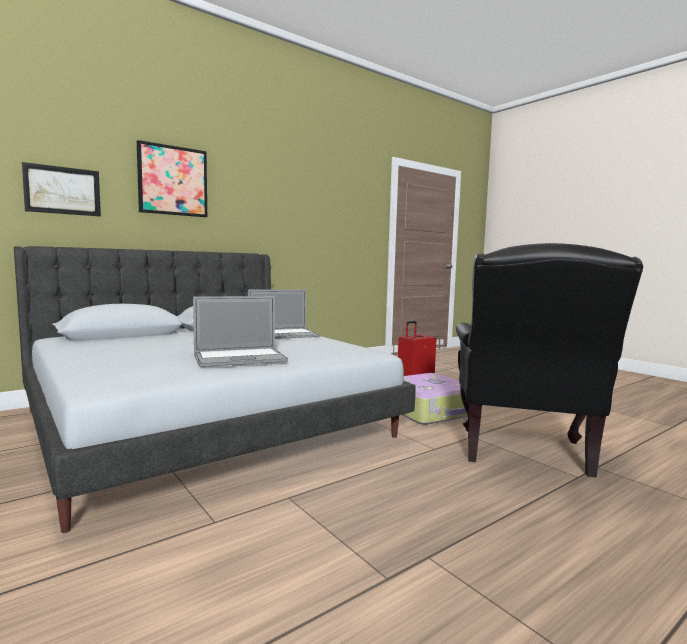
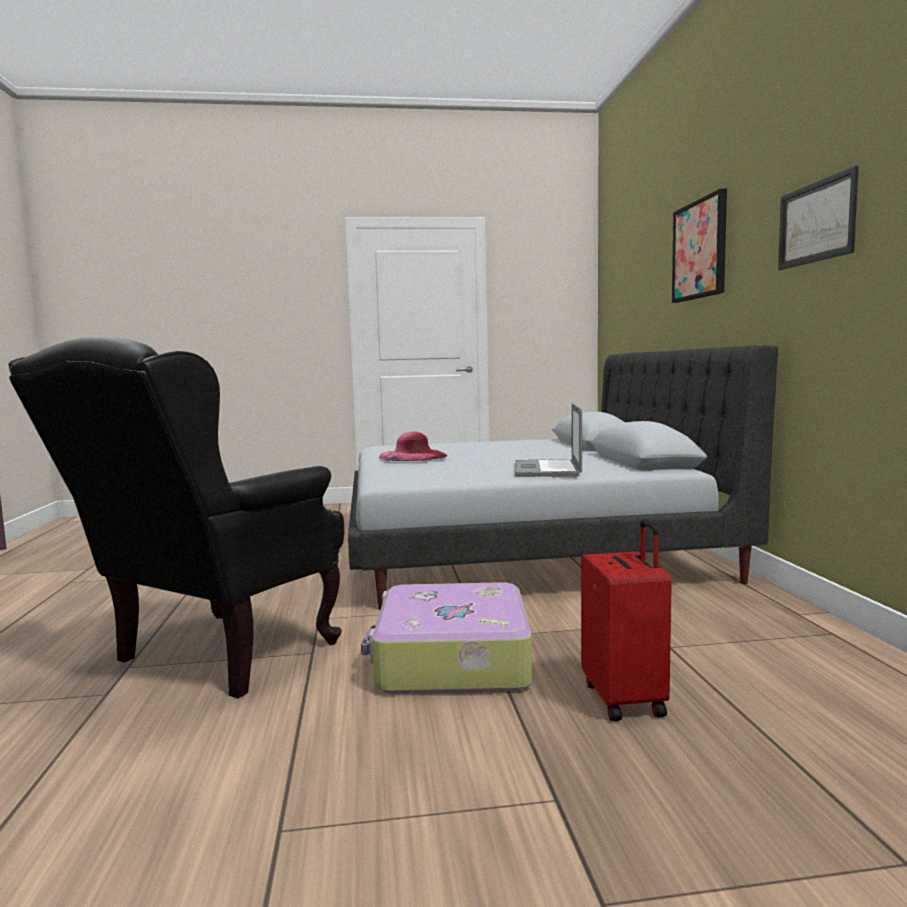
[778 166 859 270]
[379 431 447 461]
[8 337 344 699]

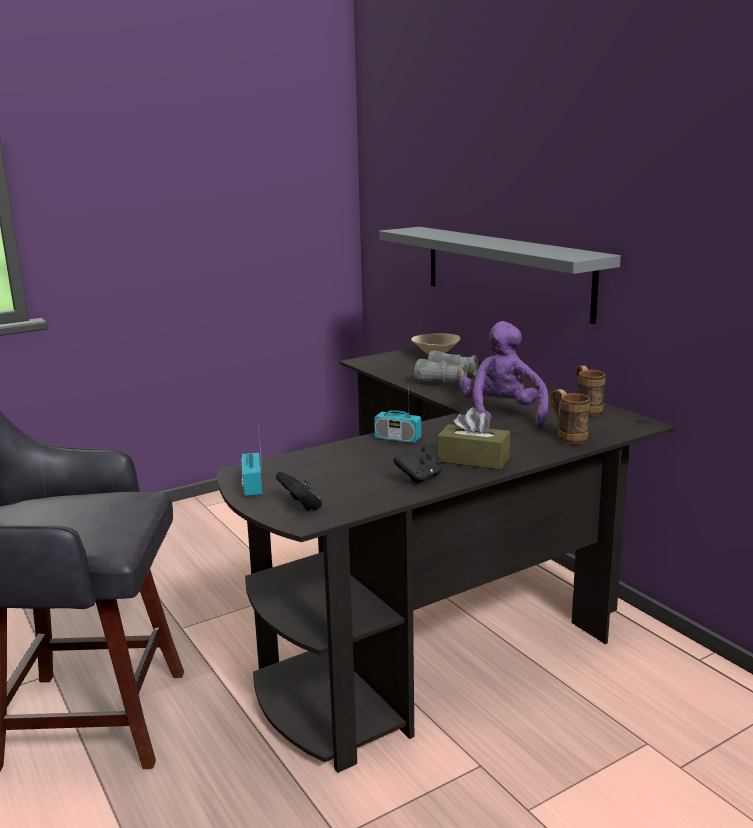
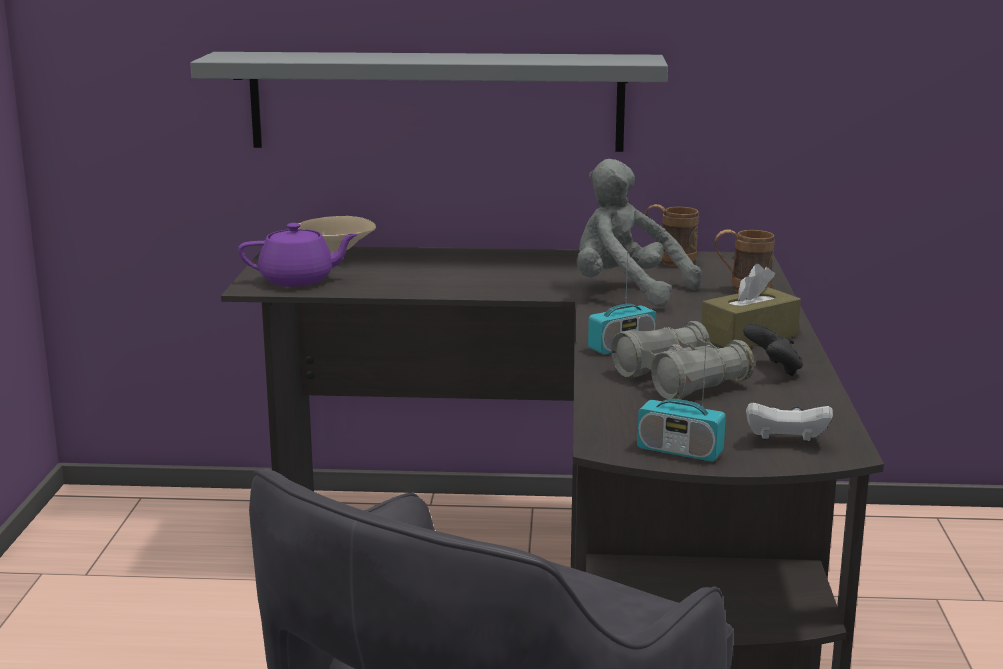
[238 223 358 287]
[611 321 754 399]
[746 402 833 442]
[577 159 701 306]

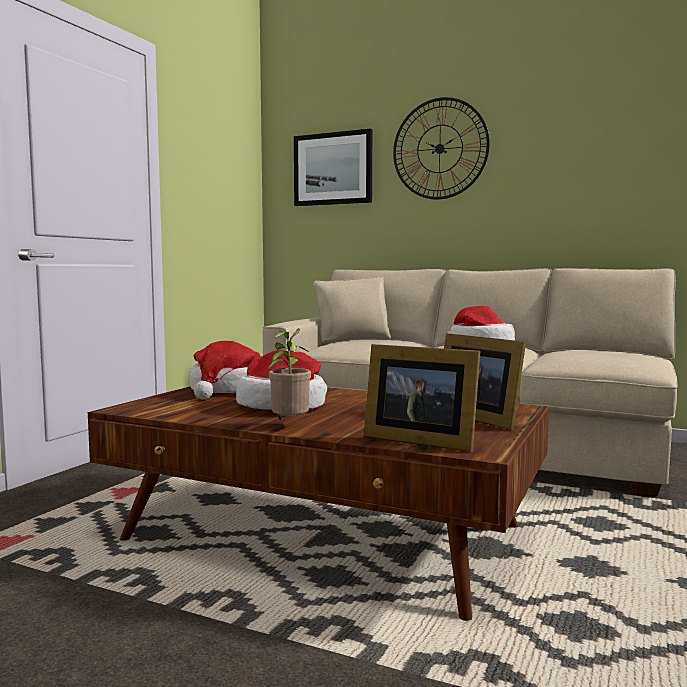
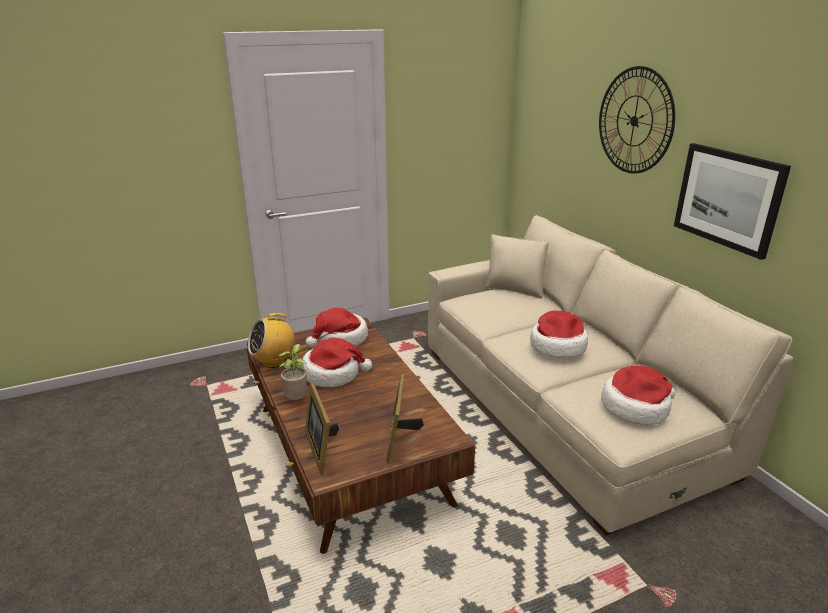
[248 313 295 368]
[601 366 676 425]
[674 143 791 260]

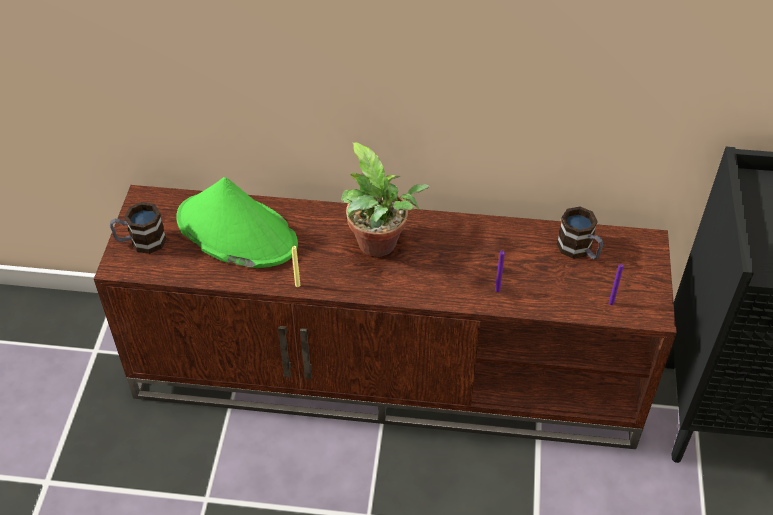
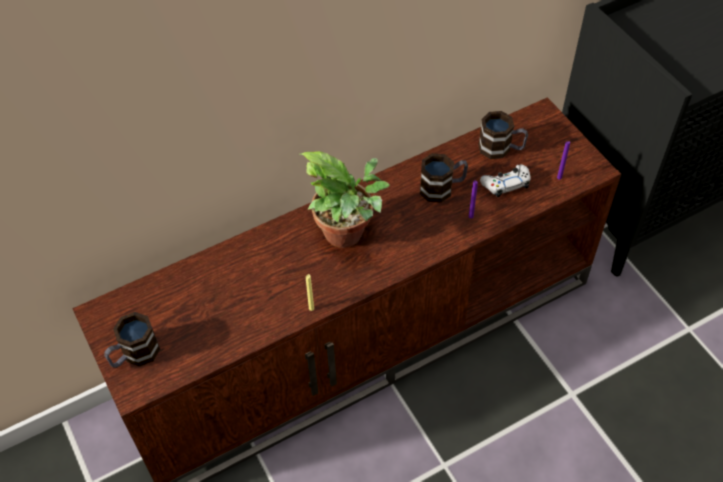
[176 177 298 268] (first image)
[420 153 468 203]
[480 164 530 197]

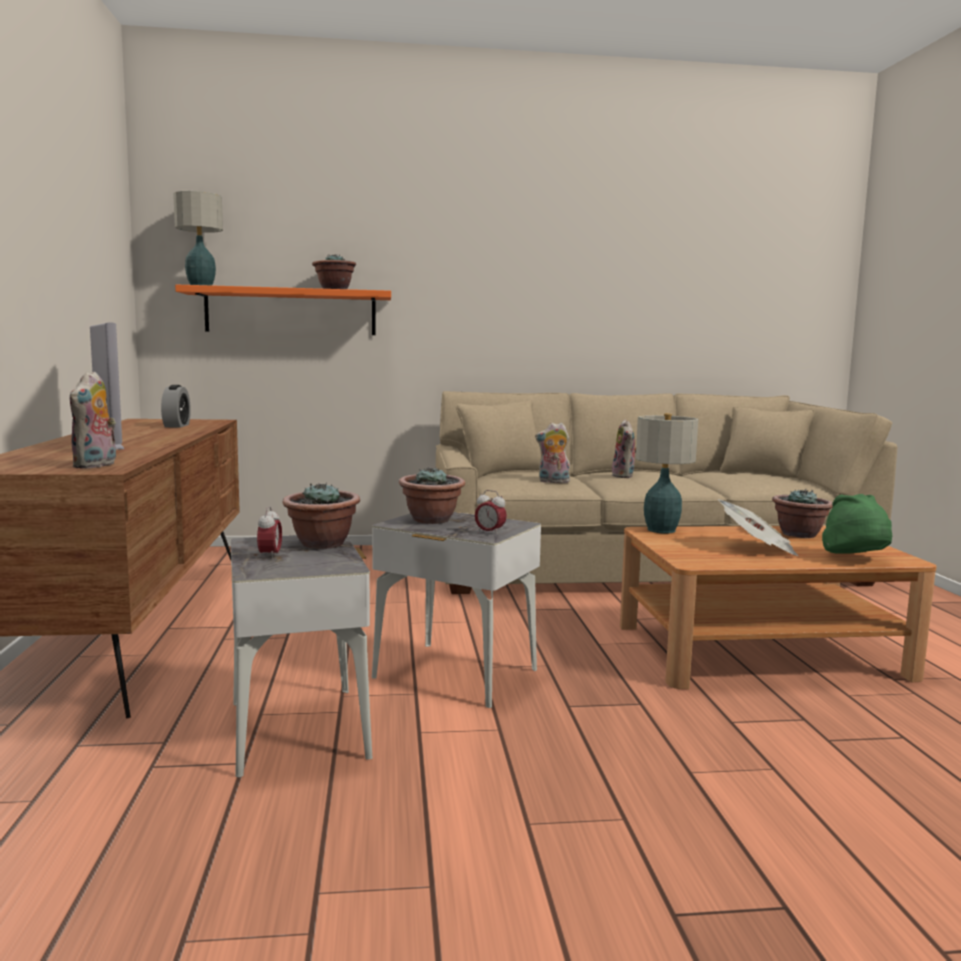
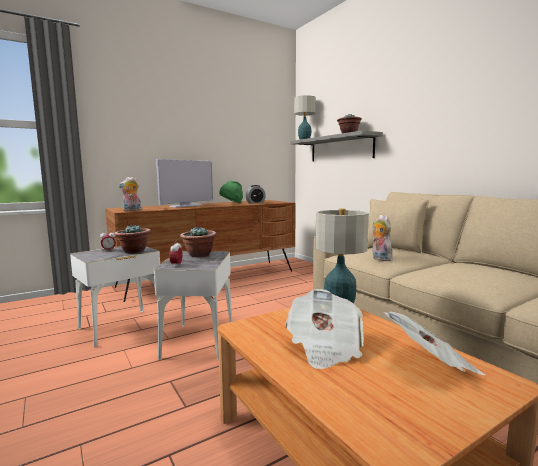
[612 419 636 478] (first image)
[219 181 243 203]
[383 311 485 375]
[290 130 383 162]

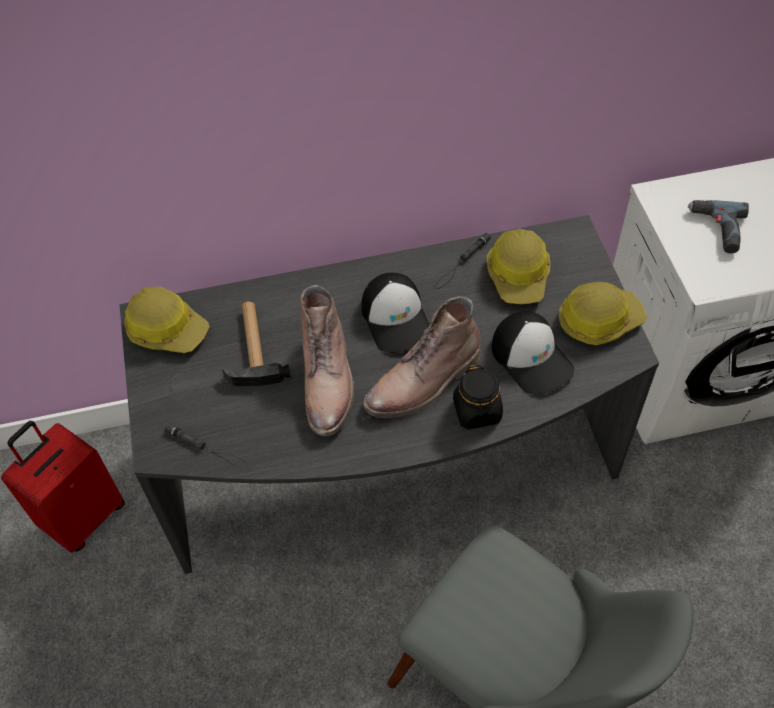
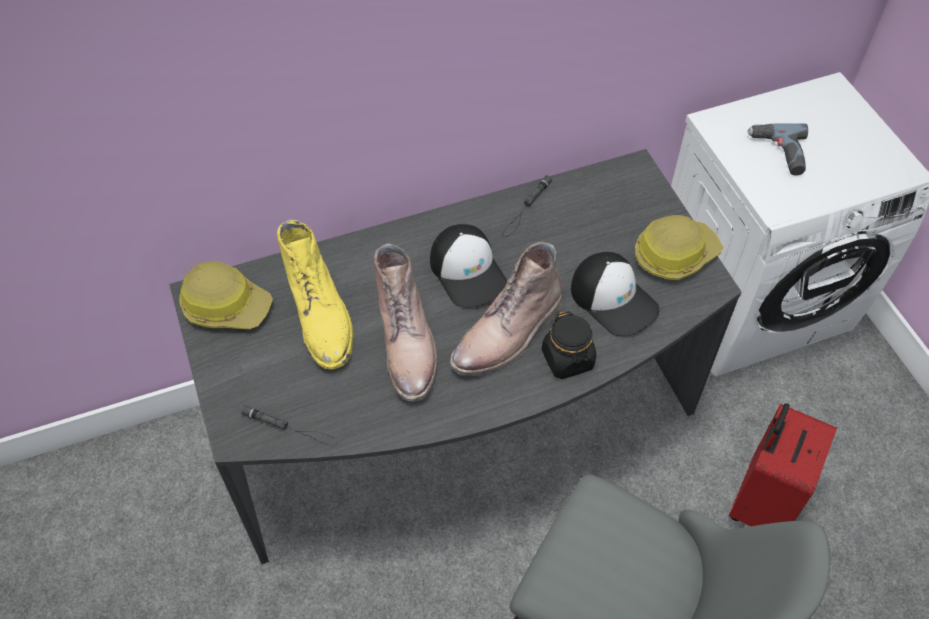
[486 229 550 304] (first image)
[729 403 837 526]
[277 219 353 370]

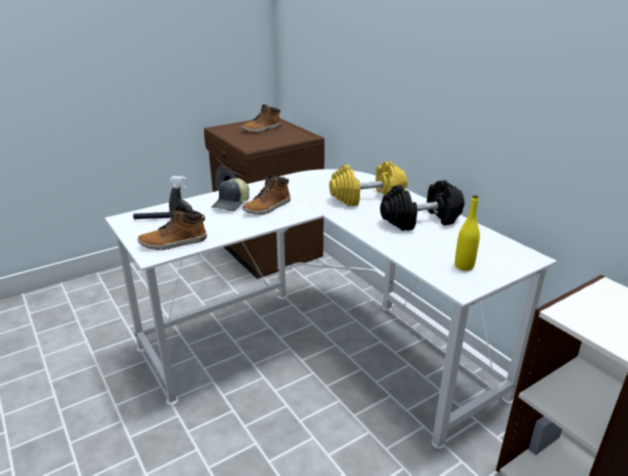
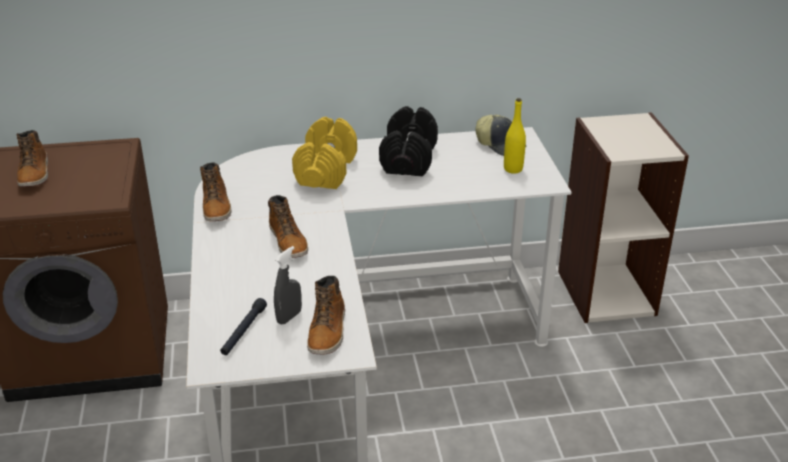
[200 162 232 221]
[475 115 527 156]

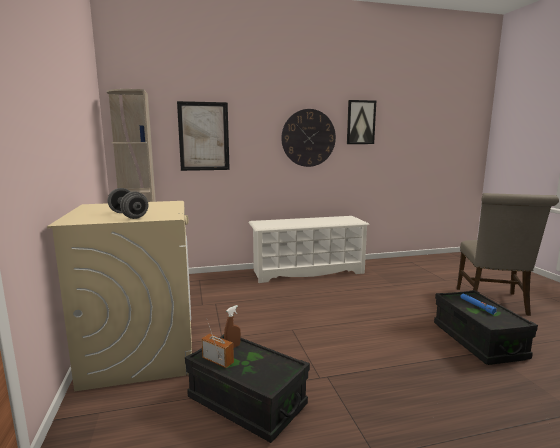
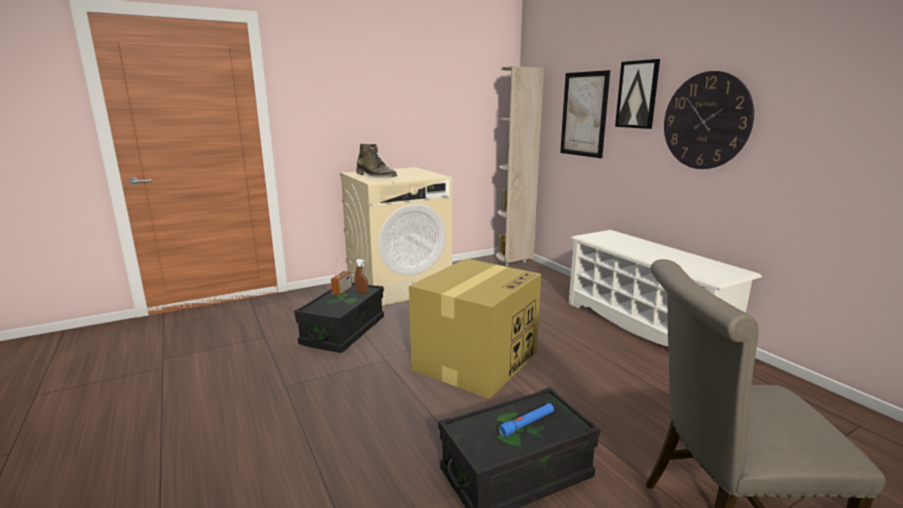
[409 258 541 399]
[615 59 660 129]
[356 144 397 177]

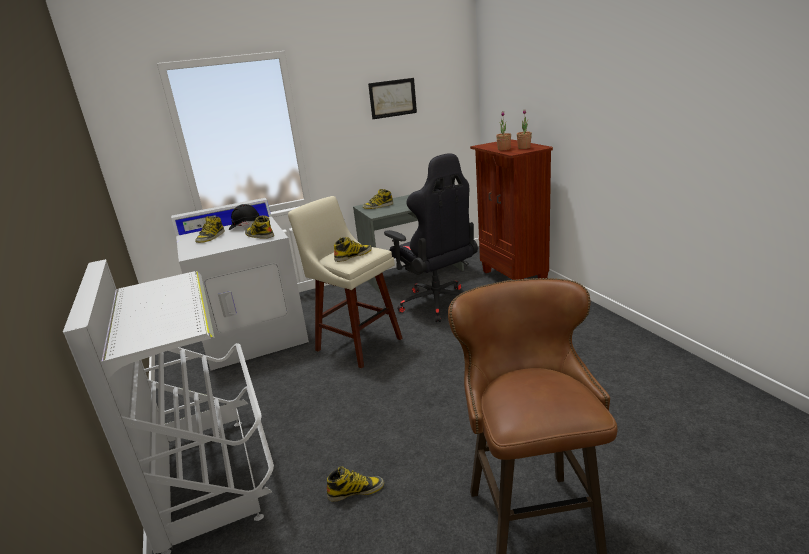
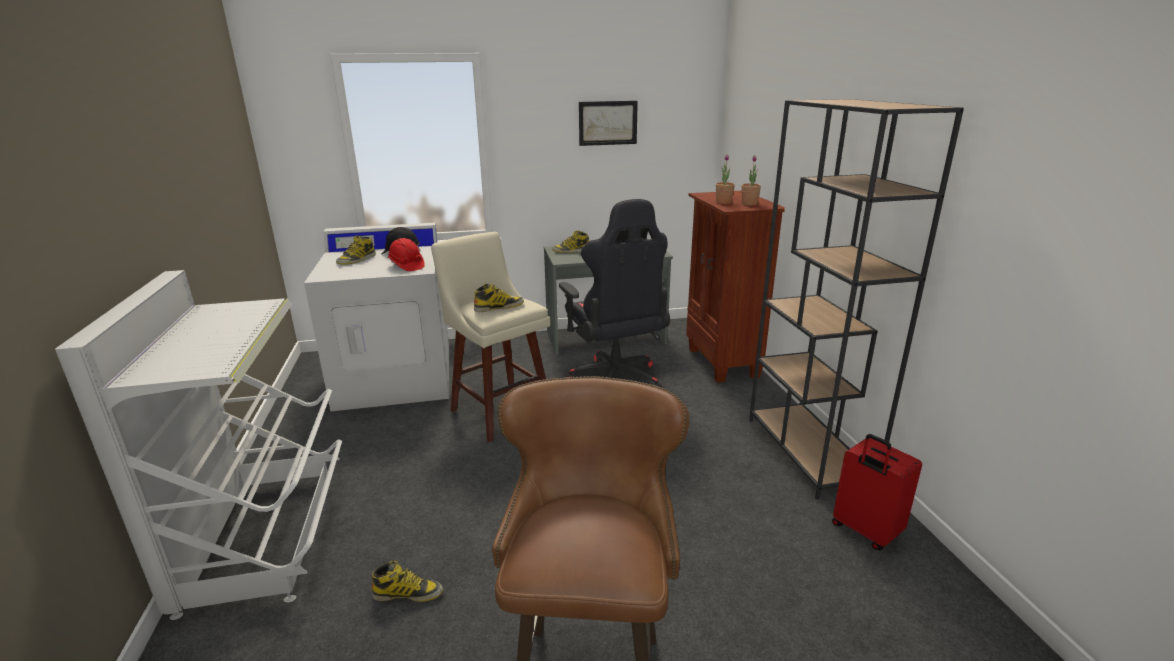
[749 99 964 500]
[832 434 922 550]
[387 238 425 271]

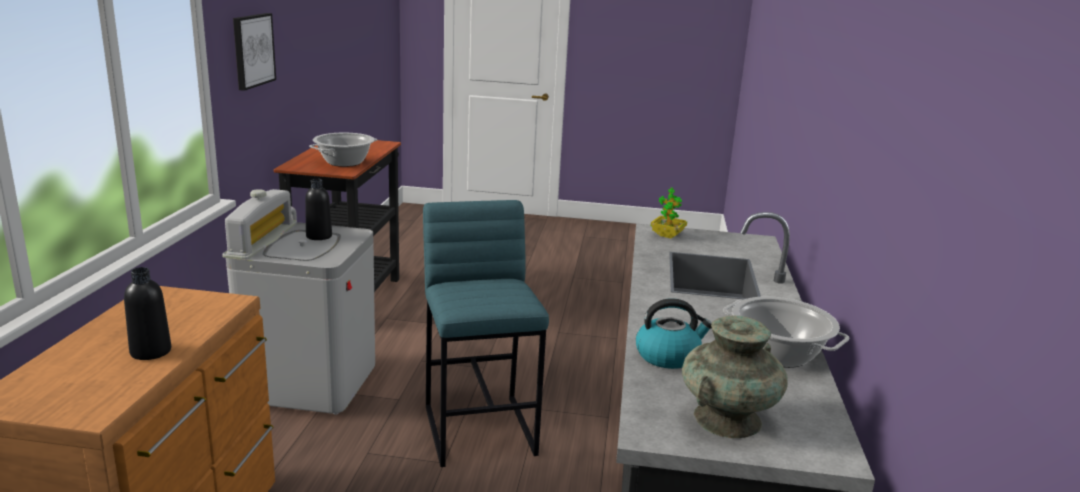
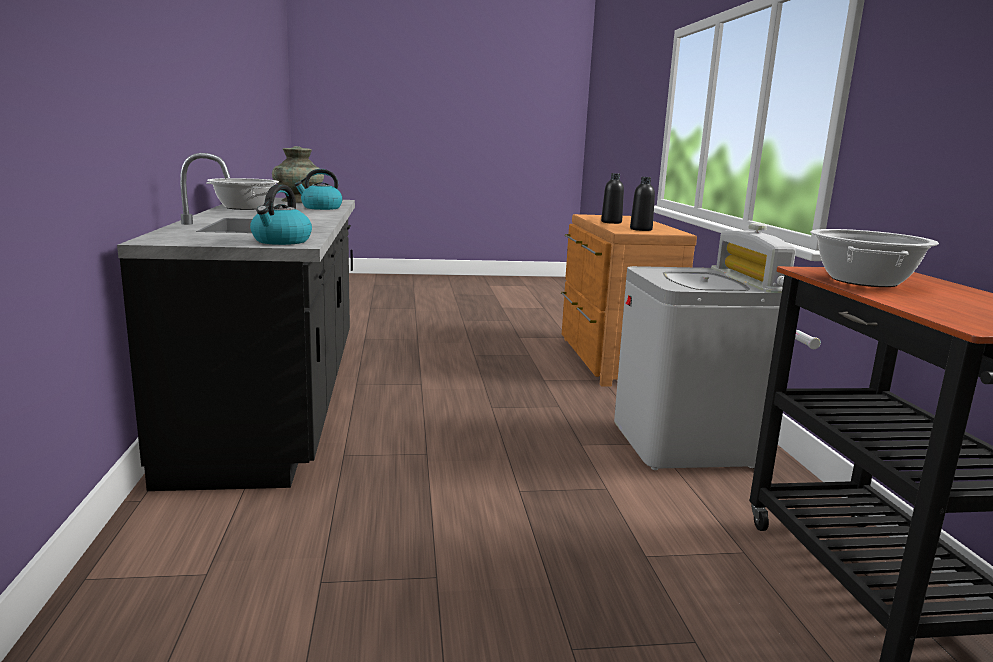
[233 13 276 91] (first image)
[423 200 549 467] (first image)
[630 177 655 231]
[250 184 312 245]

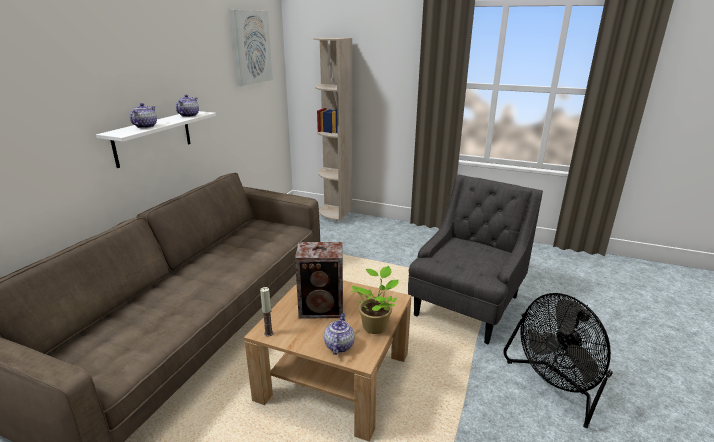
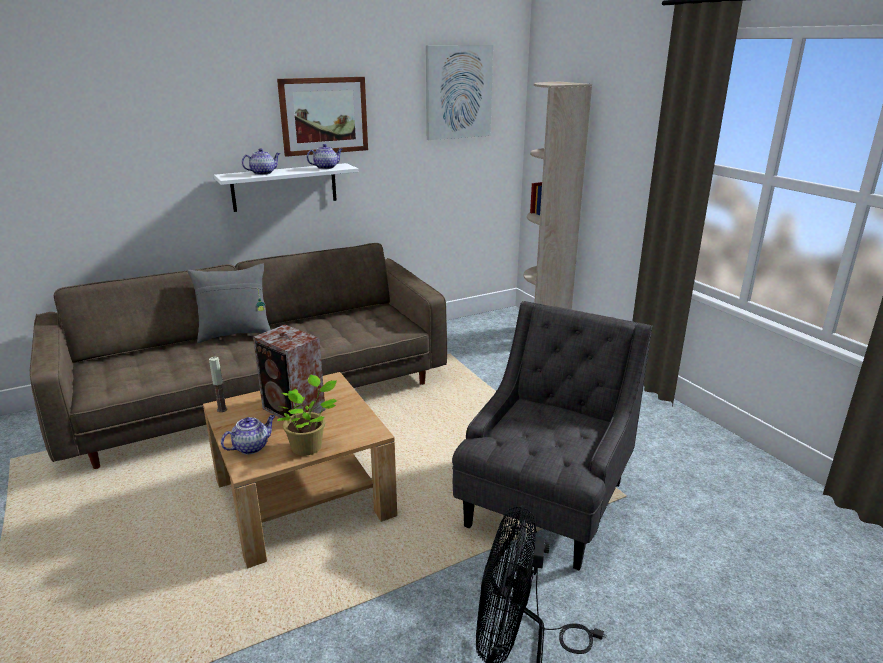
[187 263 271 343]
[277 77 368 157]
[452 301 652 570]

